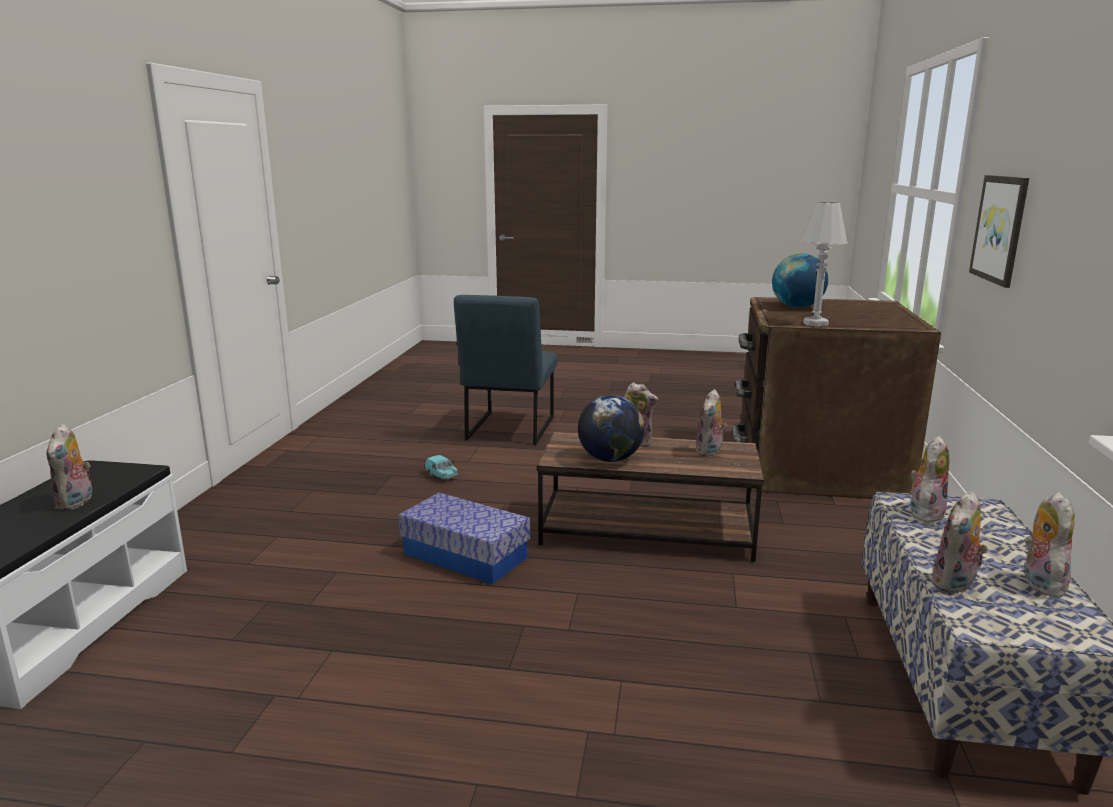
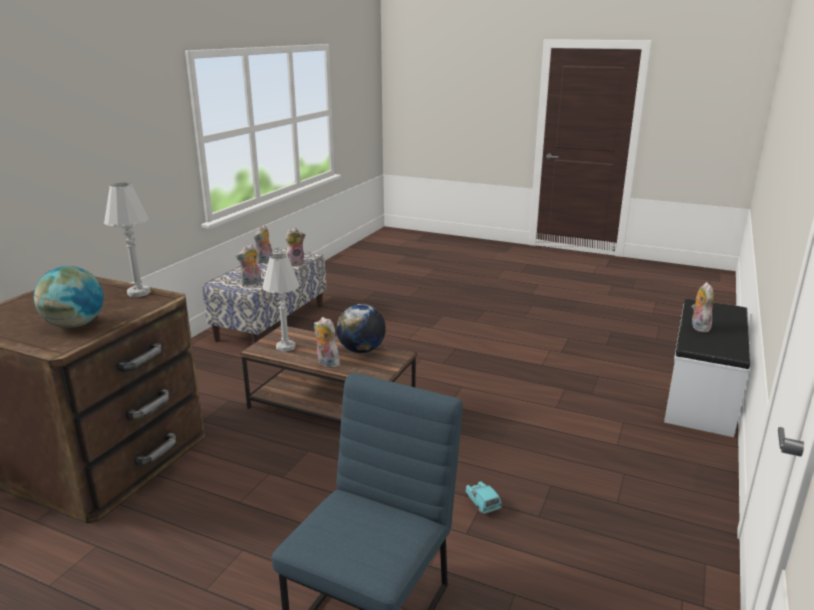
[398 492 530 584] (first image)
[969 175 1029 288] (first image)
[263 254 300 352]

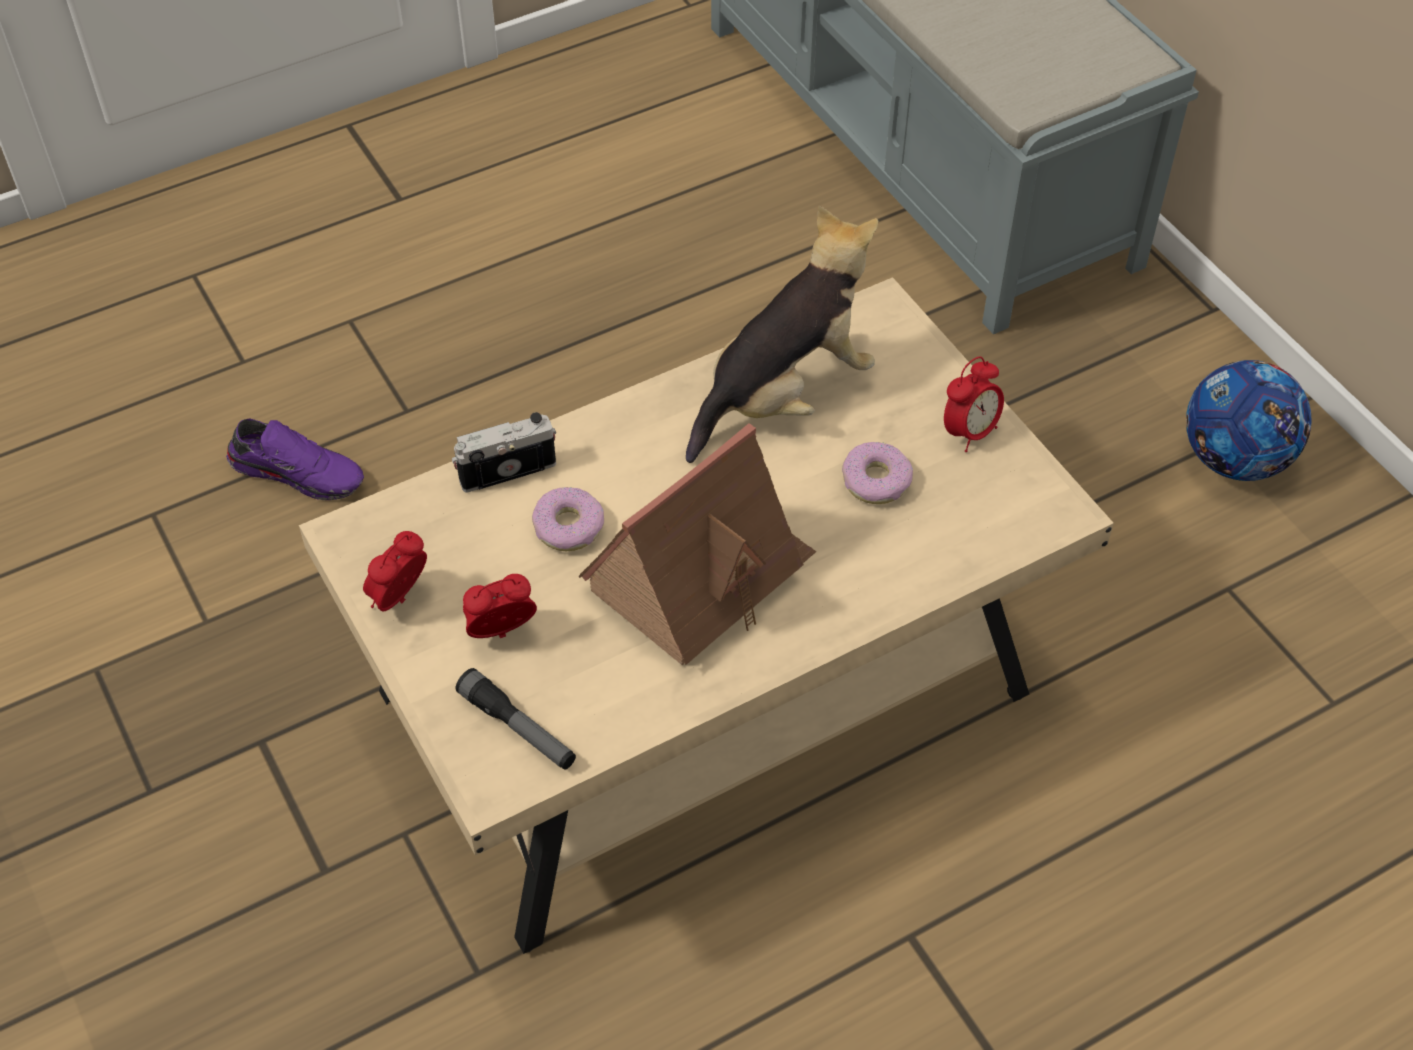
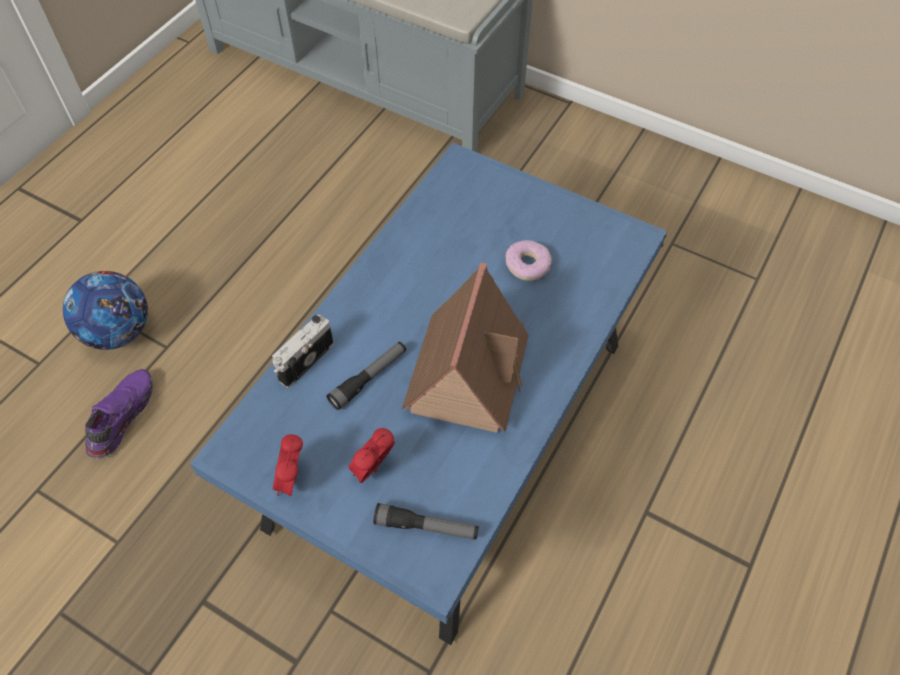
[686 205 878 463] (first image)
[944 356 1004 452] (first image)
[63 271 148 350]
[326 342 406 410]
[190 143 667 645]
[85 369 153 459]

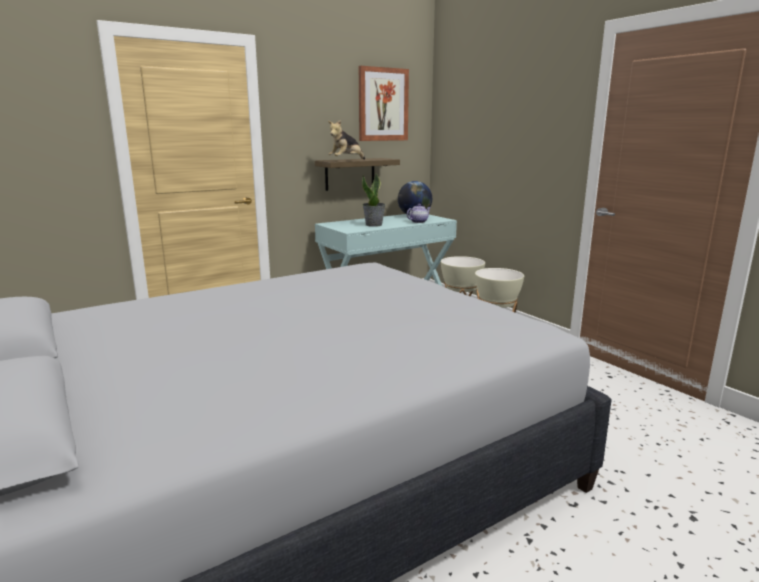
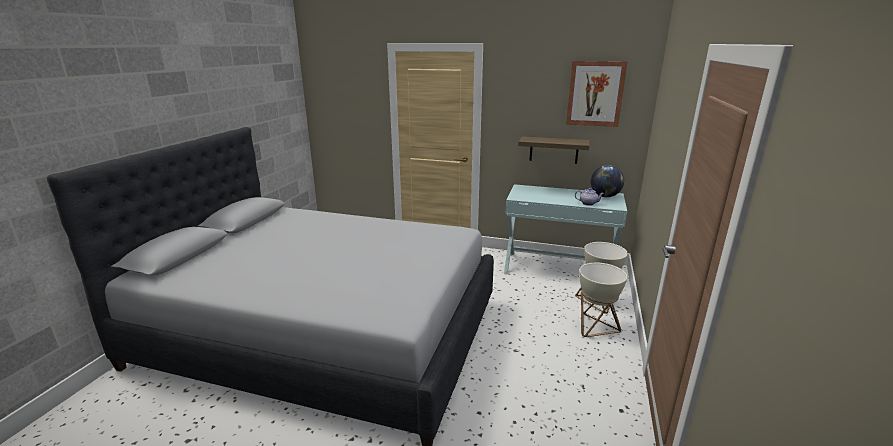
[328 120 365 160] (first image)
[362 173 386 227] (first image)

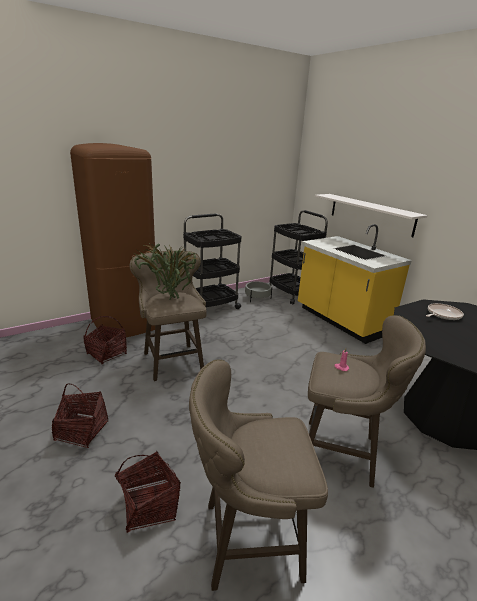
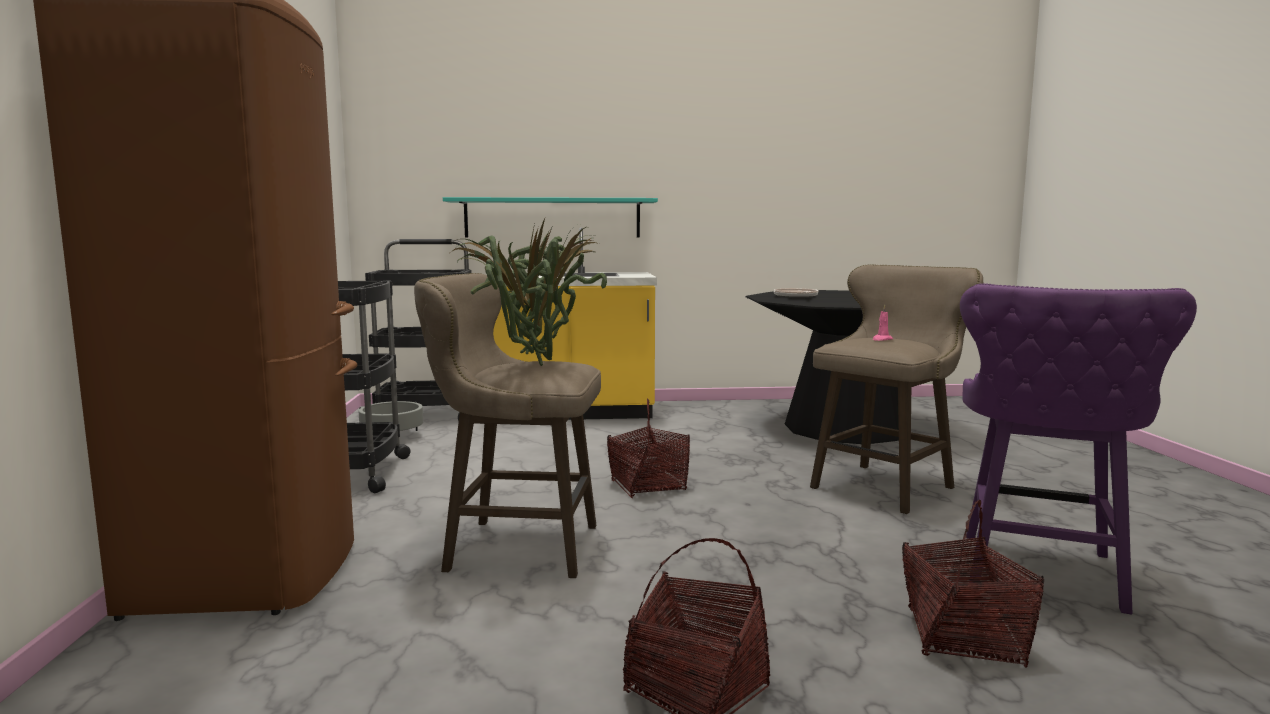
[607 399 690 498]
[960 283 1197 615]
[443 197 658 238]

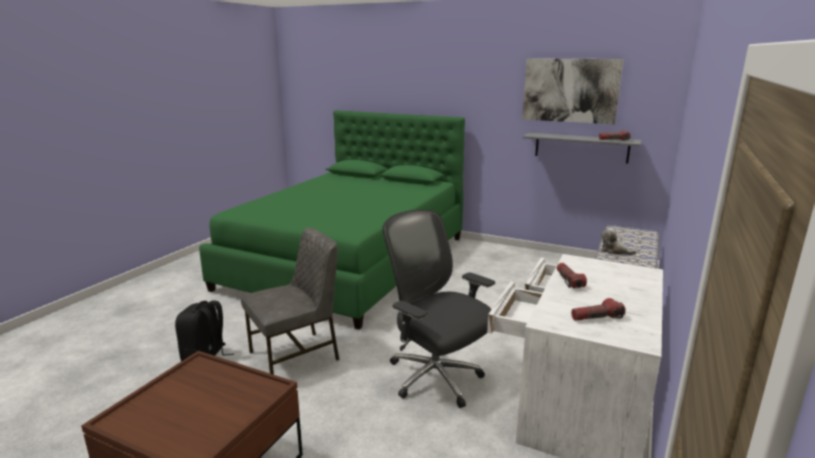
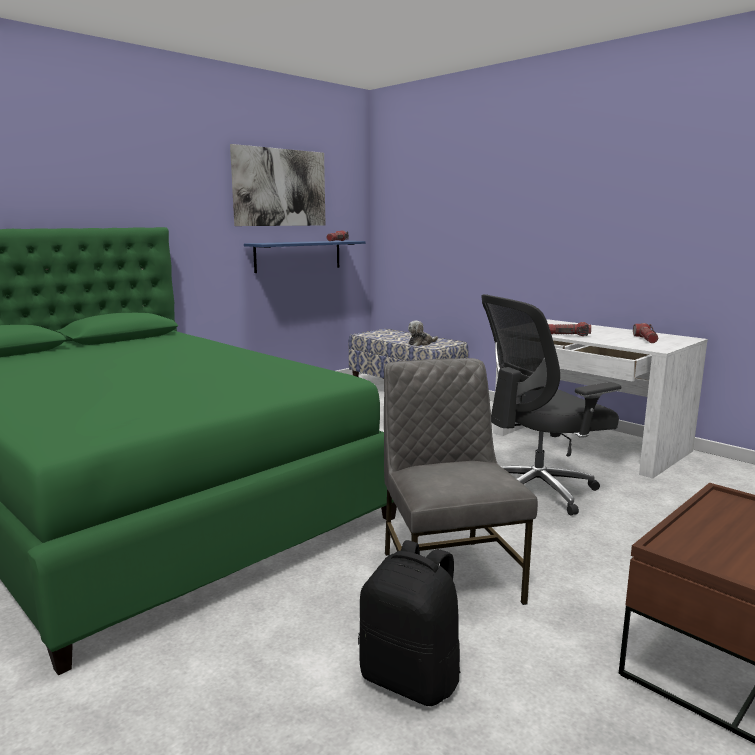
[244 241 366 273]

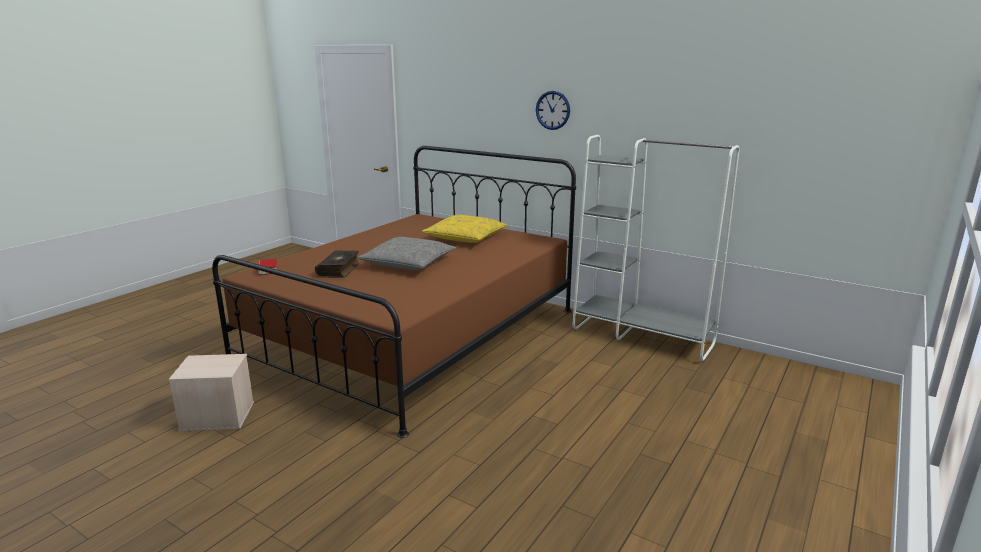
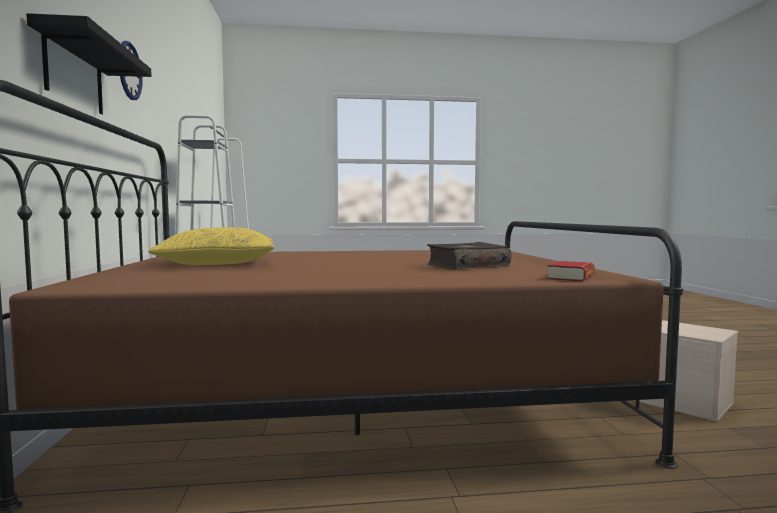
[357 237 456 270] (first image)
[26 13 152 114]

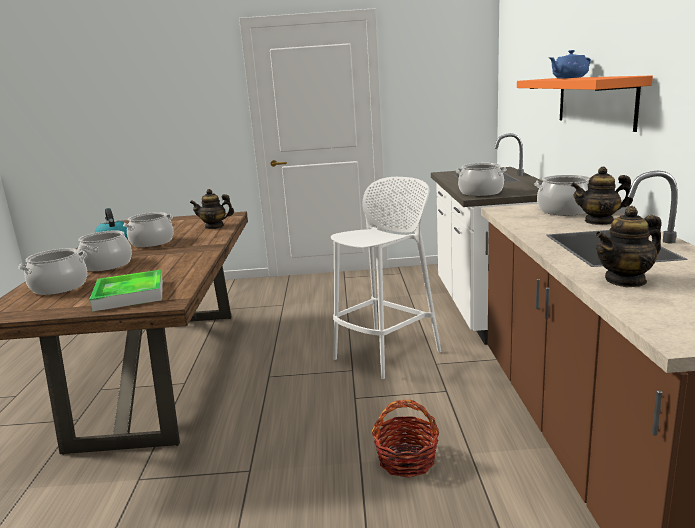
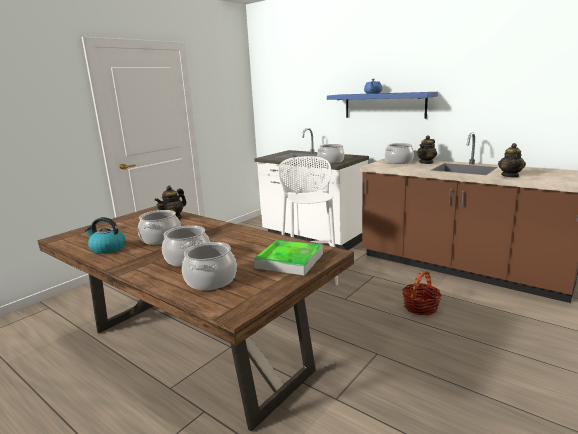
[327 92 438 119]

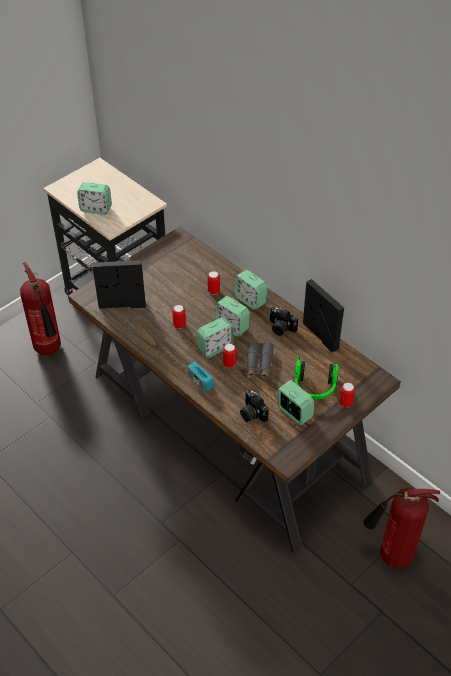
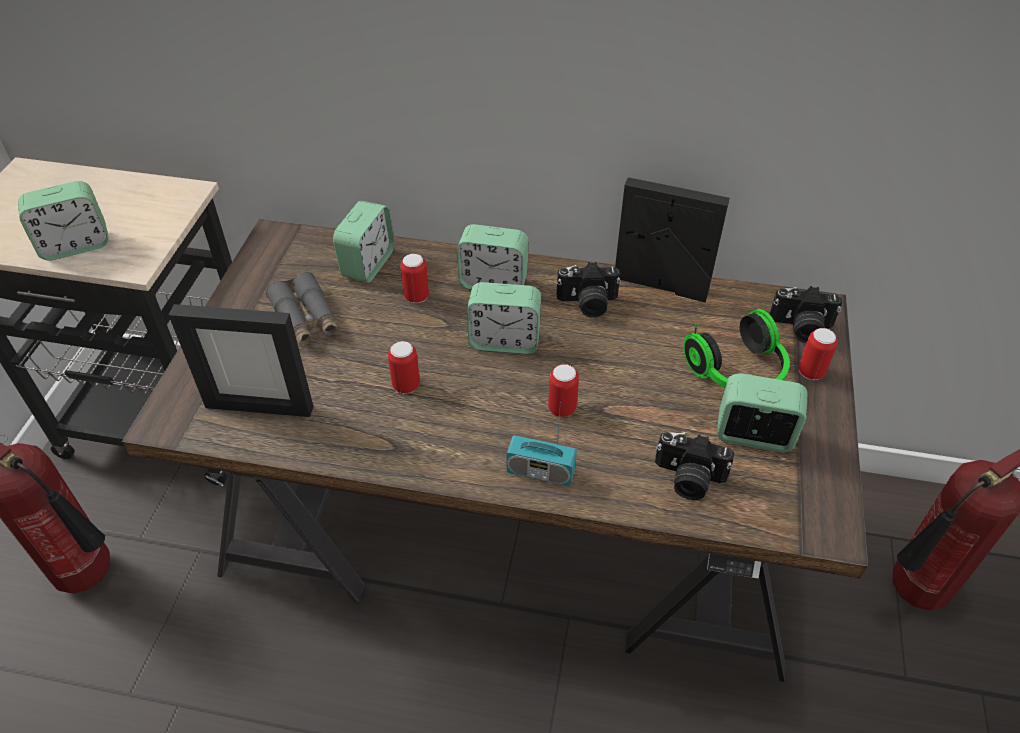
[769 286 842 343]
[333 201 395 282]
[266 272 340 348]
[169 304 314 417]

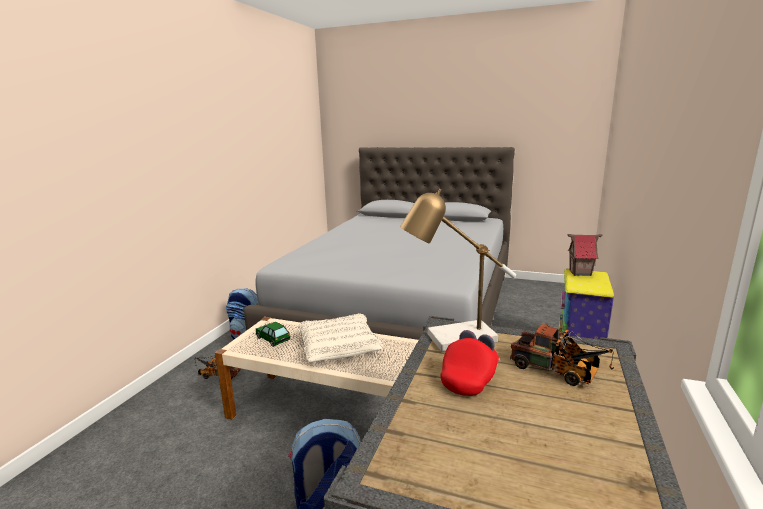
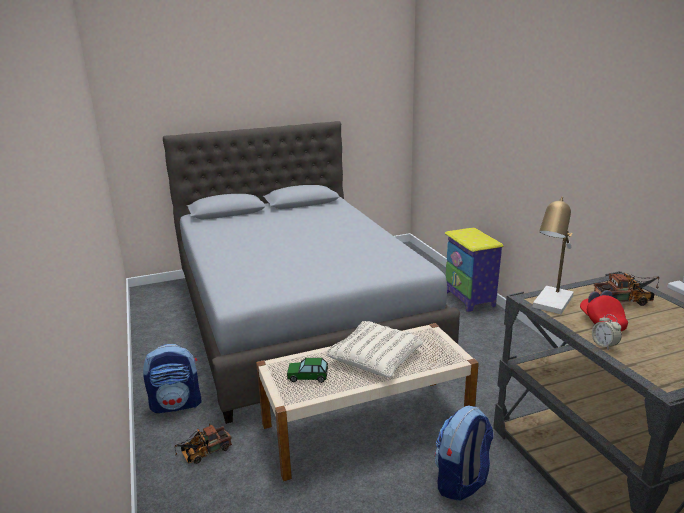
[567 234 603 276] (first image)
[592 314 622 350]

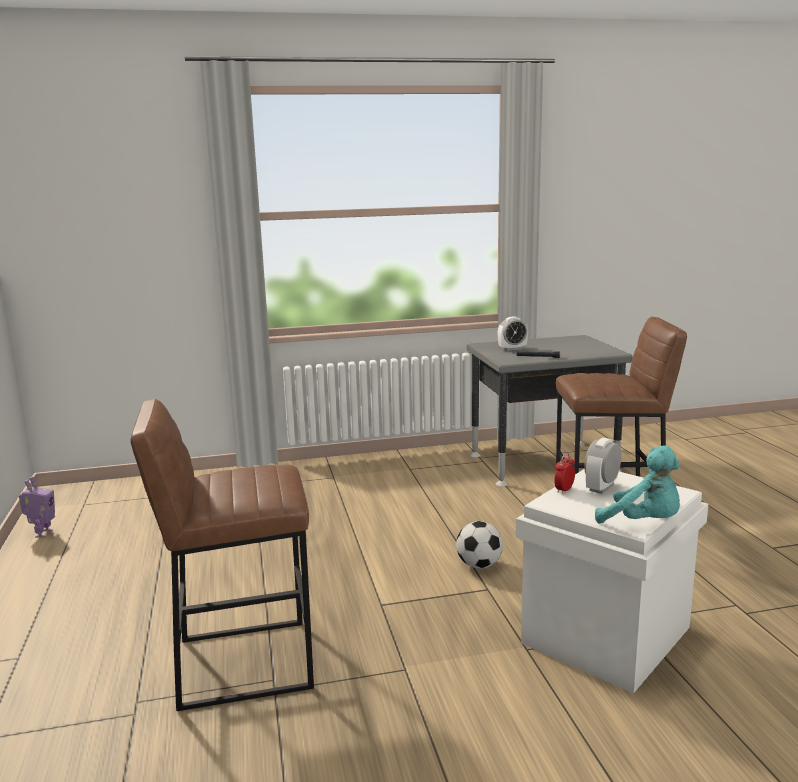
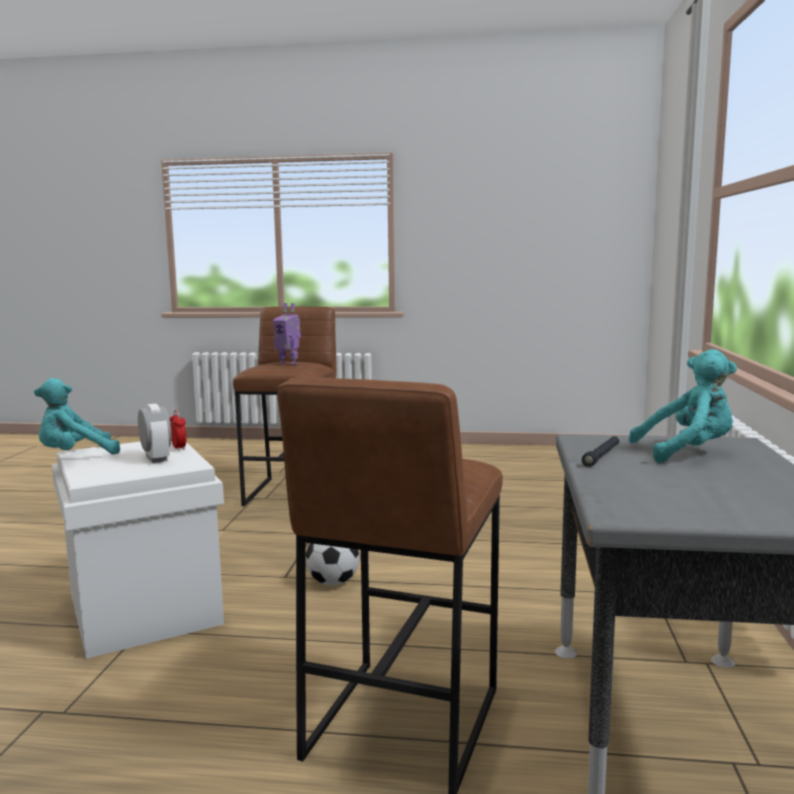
[273 303 301 365]
[629 349 737 463]

